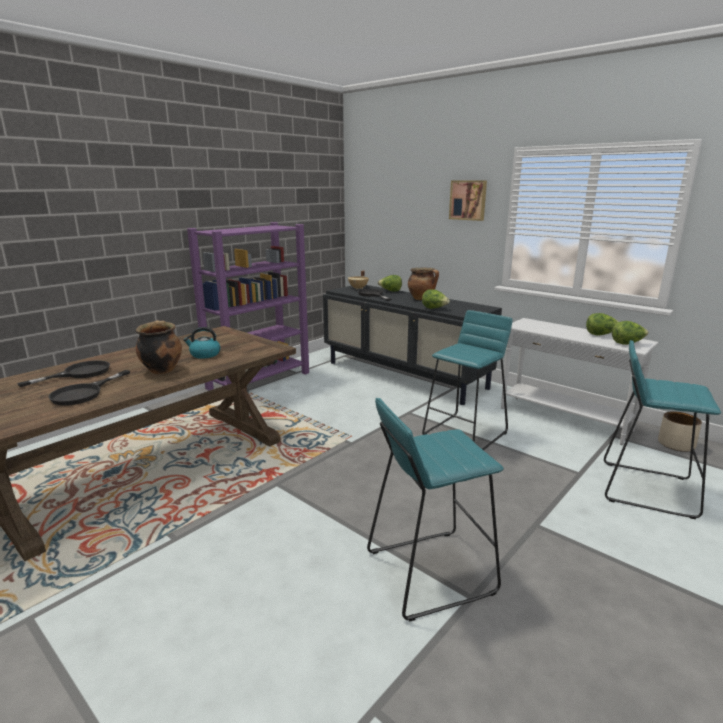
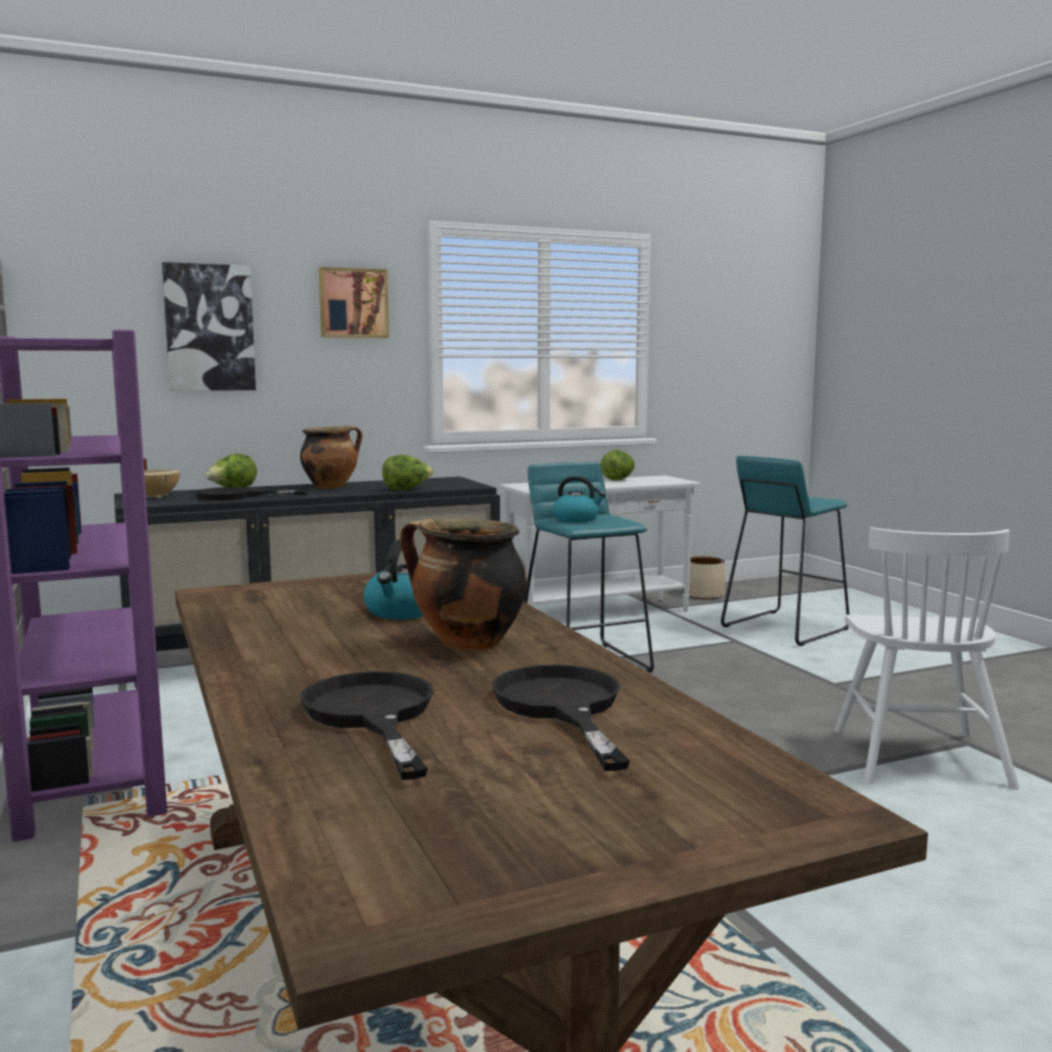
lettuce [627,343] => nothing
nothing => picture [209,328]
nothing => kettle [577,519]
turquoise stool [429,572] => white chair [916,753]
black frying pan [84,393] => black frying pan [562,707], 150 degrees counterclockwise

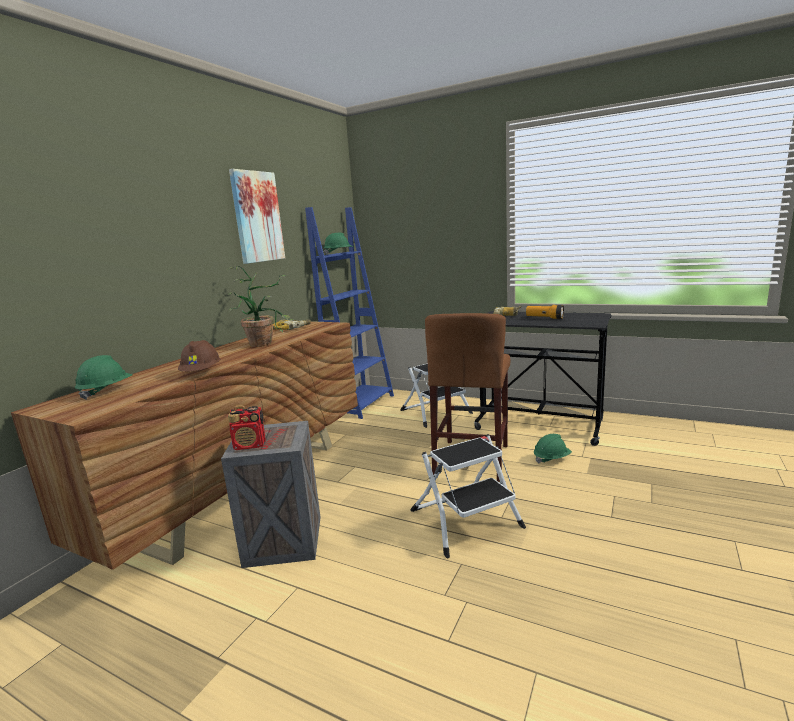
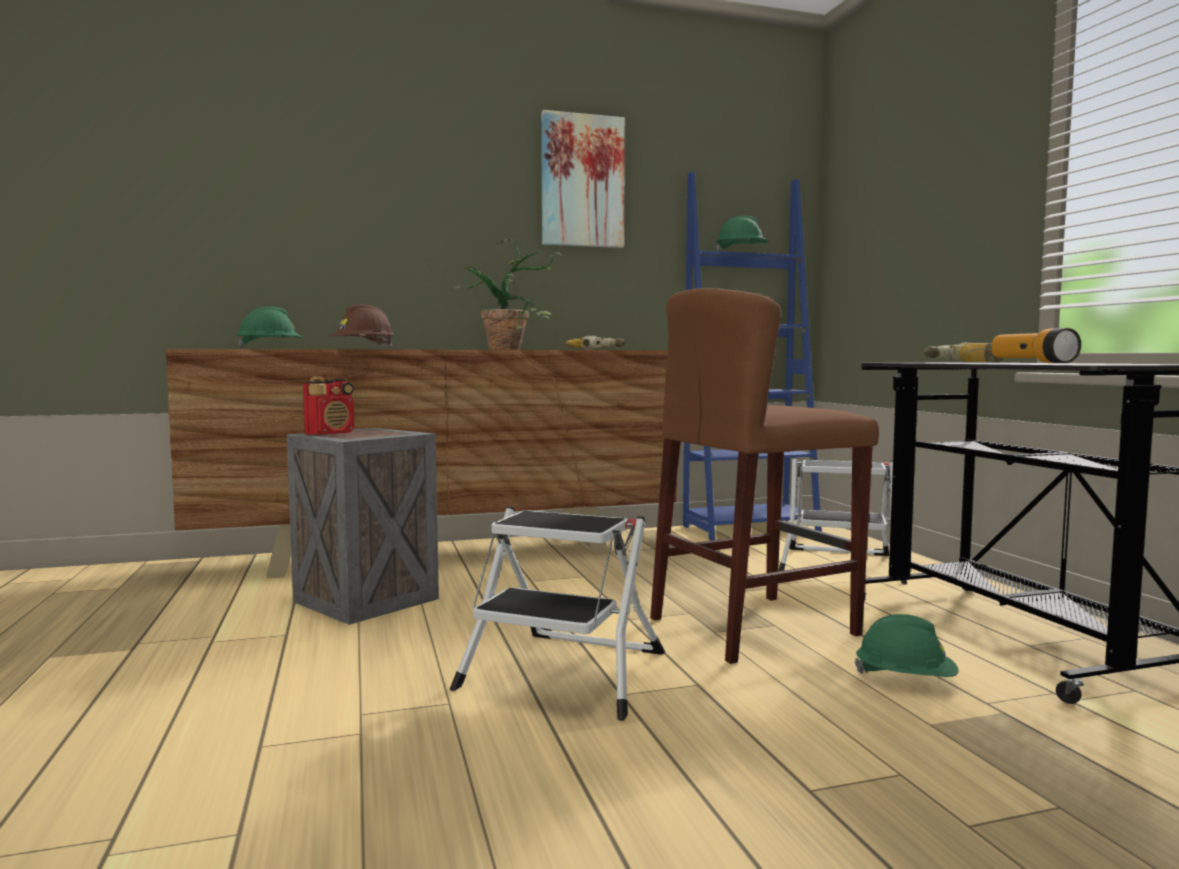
radio [250,445] => radio [331,433], 90 degrees counterclockwise

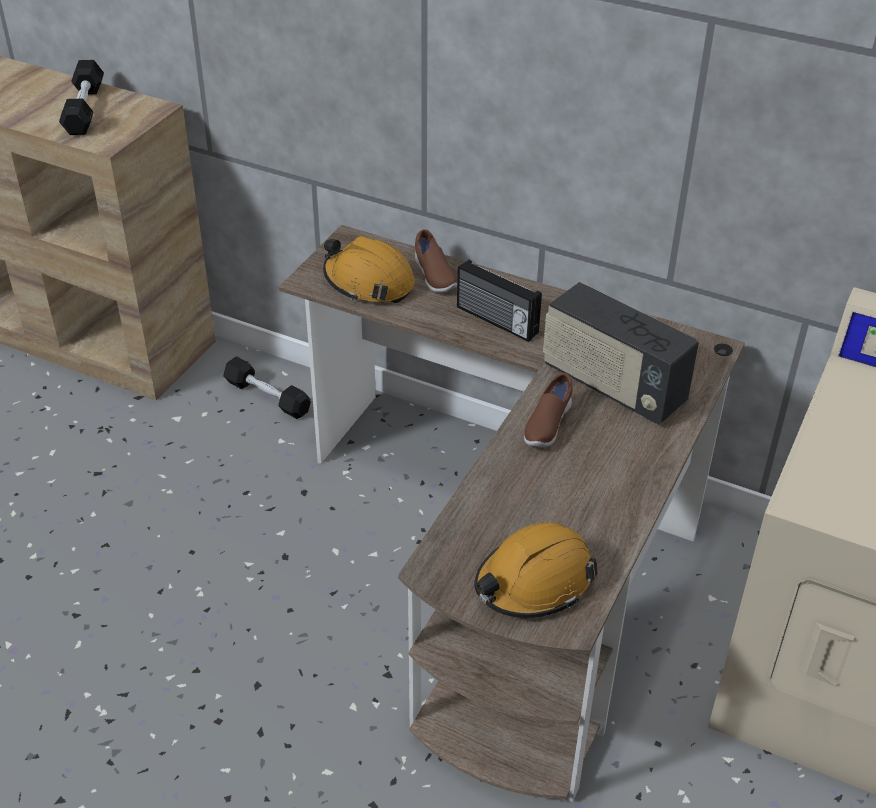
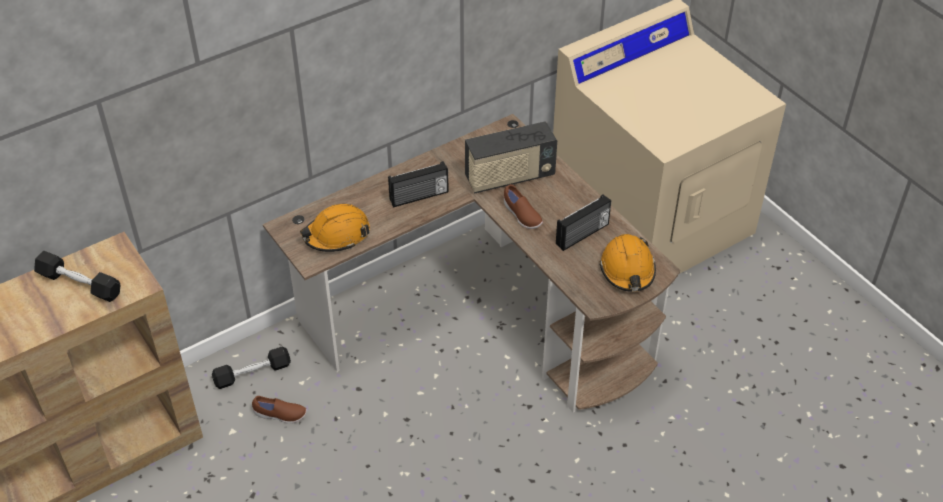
nothing => radio [583,235]
brown shoe [434,276] => brown shoe [280,415], shifted

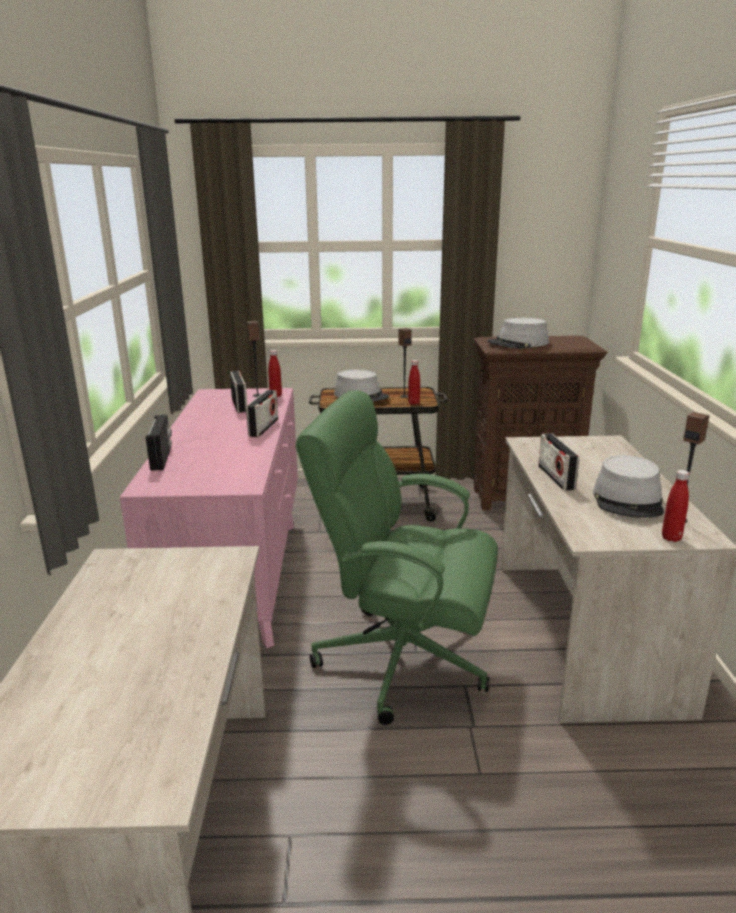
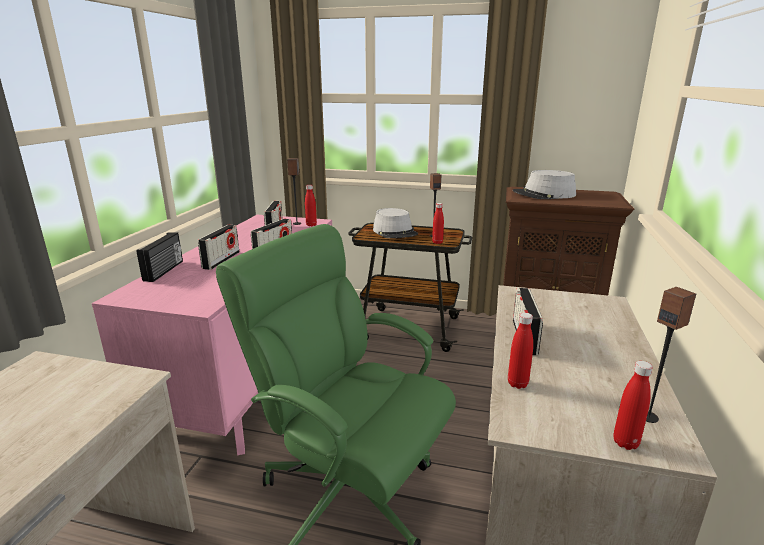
grey hat [628,500] => nothing
nothing => radio [221,260]
nothing => red bottle [517,384]

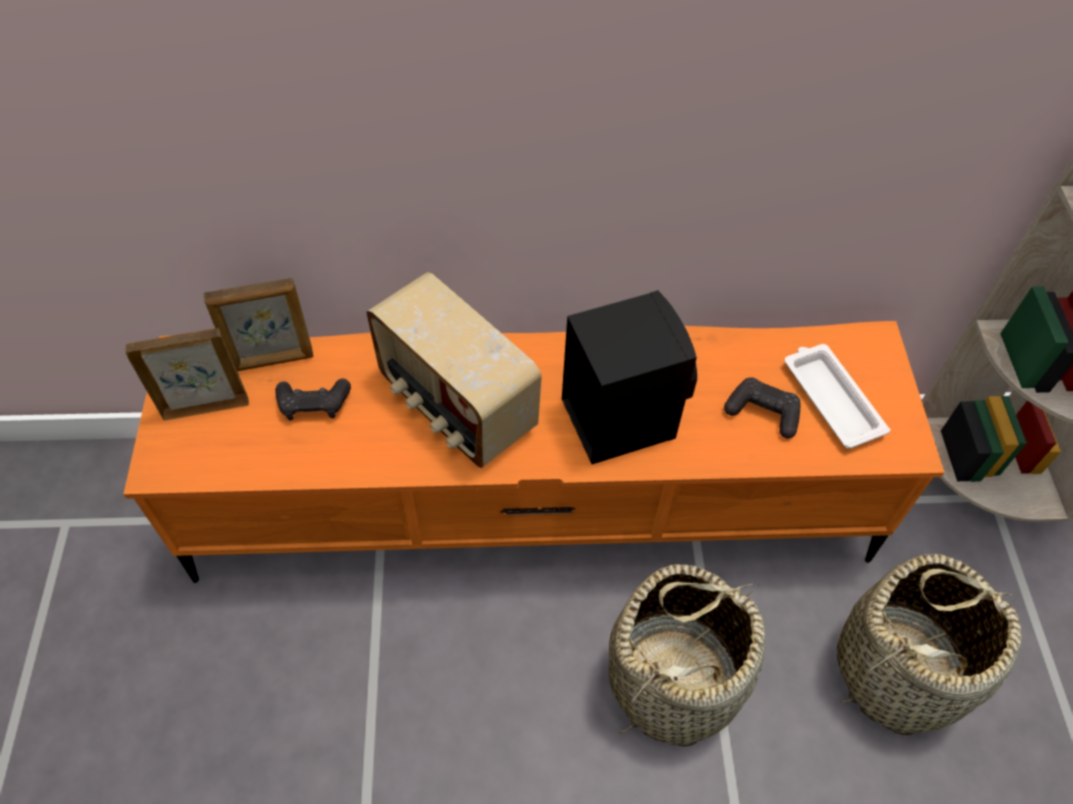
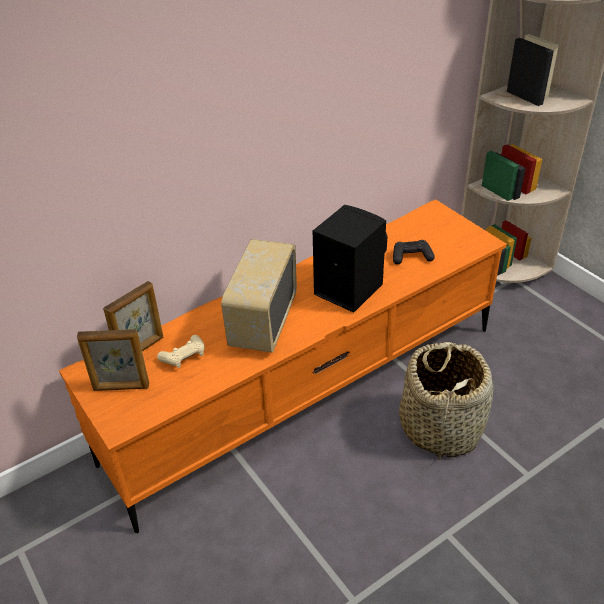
white tray [831,398] => nothing
basket [900,669] => nothing
black game controller [314,404] => beige game controller [184,357]
picture frame [206,407] => picture frame [121,387], 135 degrees counterclockwise
radio [455,406] => radio [262,322], 90 degrees clockwise

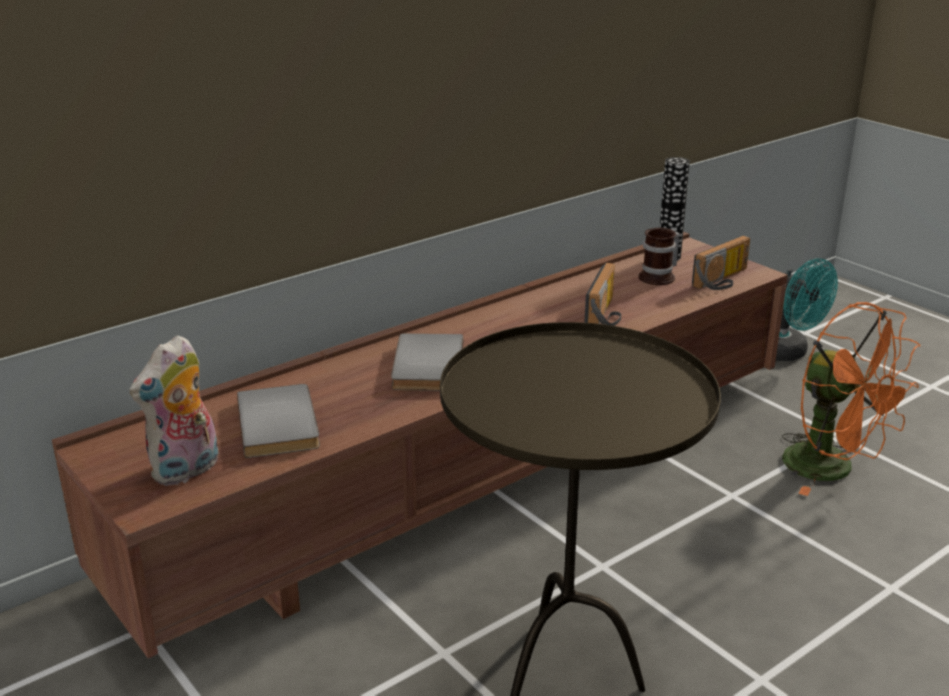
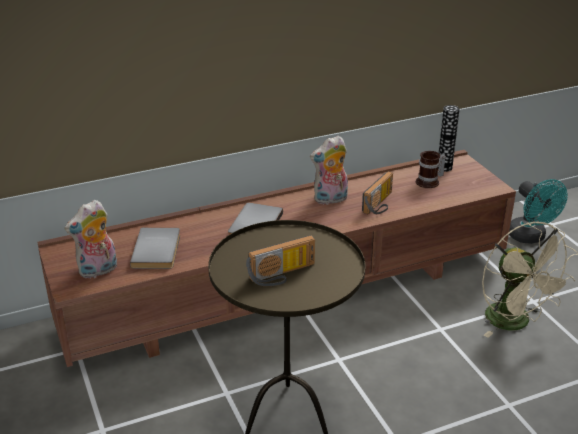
nothing => plush toy [330,200]
radio [724,280] => radio [282,275], shifted
orange fan [832,470] => beige fan [515,323]

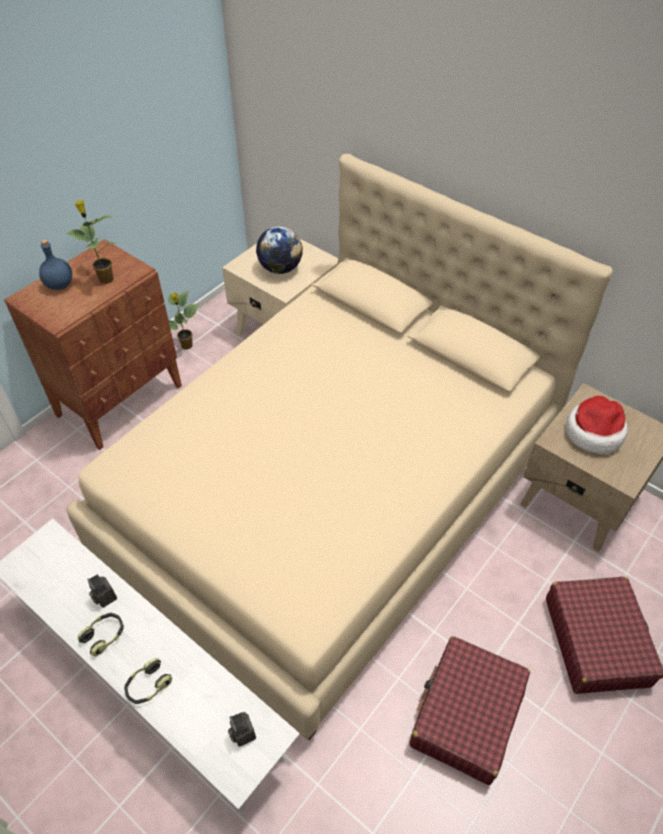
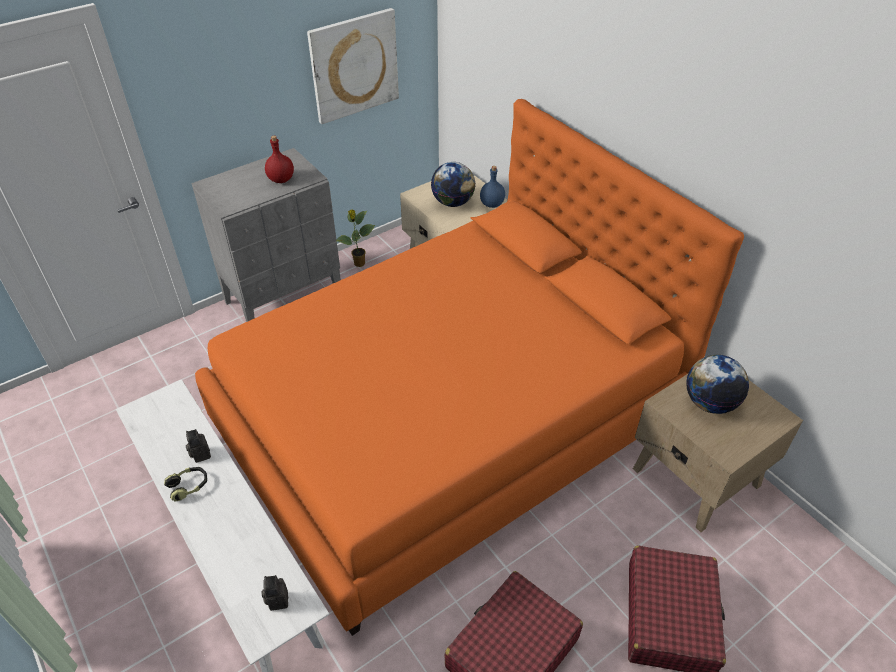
headphones [148,686] => nothing
nothing => picture [354,65]
blue bottle [60,285] => blue bottle [492,204], shifted
potted plant [105,279] => red bottle [281,180]
hat [593,432] => globe [709,402]
brown dresser [122,401] => grey dresser [286,301]
beige bed [332,494] => orange bed [449,420]

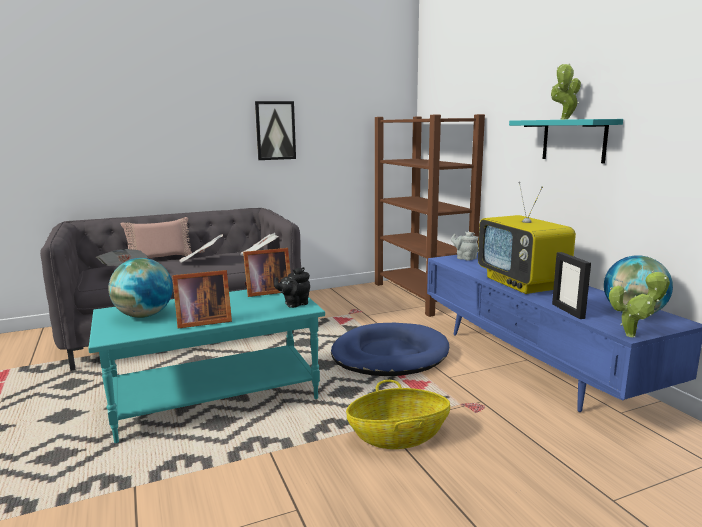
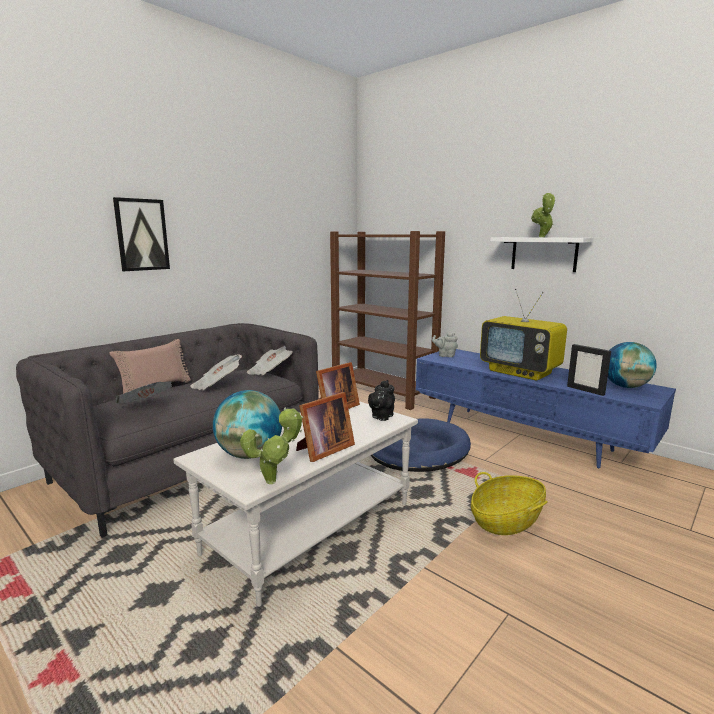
picture [275,130] => picture [141,235], shifted
potted plant [633,335] => potted plant [275,480], shifted
turquoise coffee table [216,397] => white coffee table [310,526]
turquoise shelf [574,140] => white shelf [544,254]

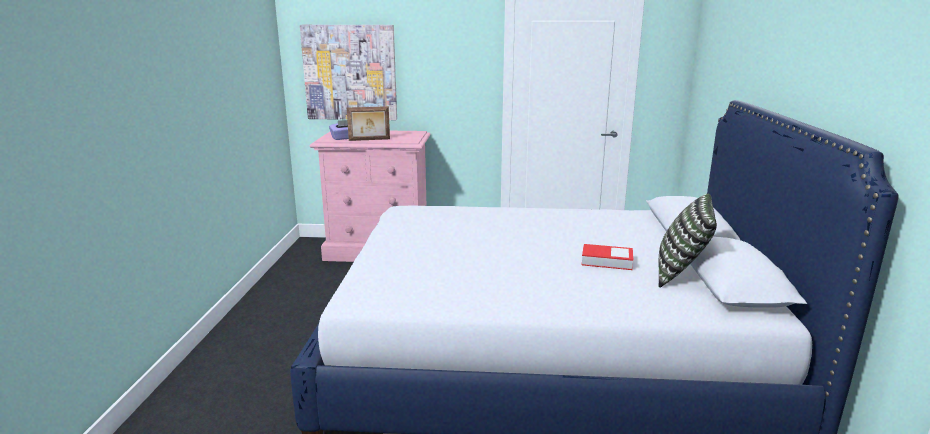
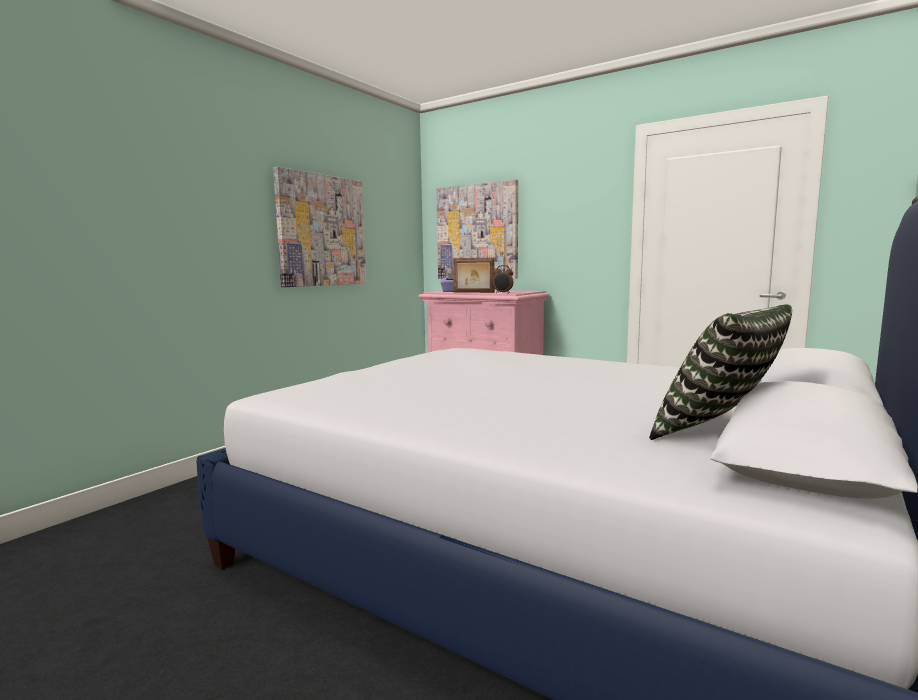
book [606,261] => nothing
nothing => picture [321,231]
nothing => alarm clock [503,293]

